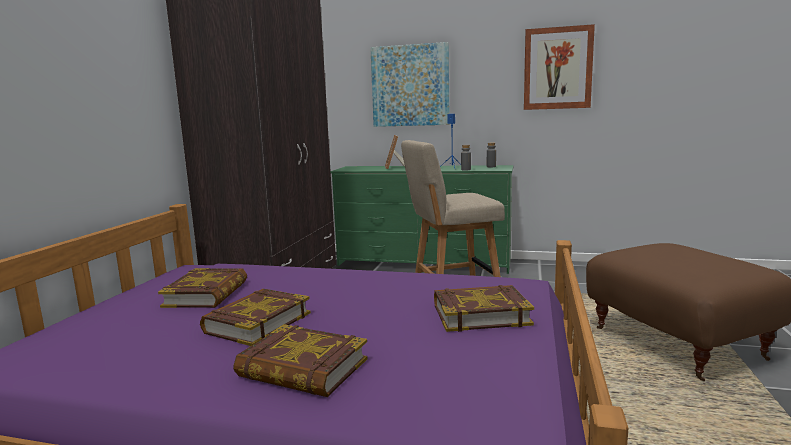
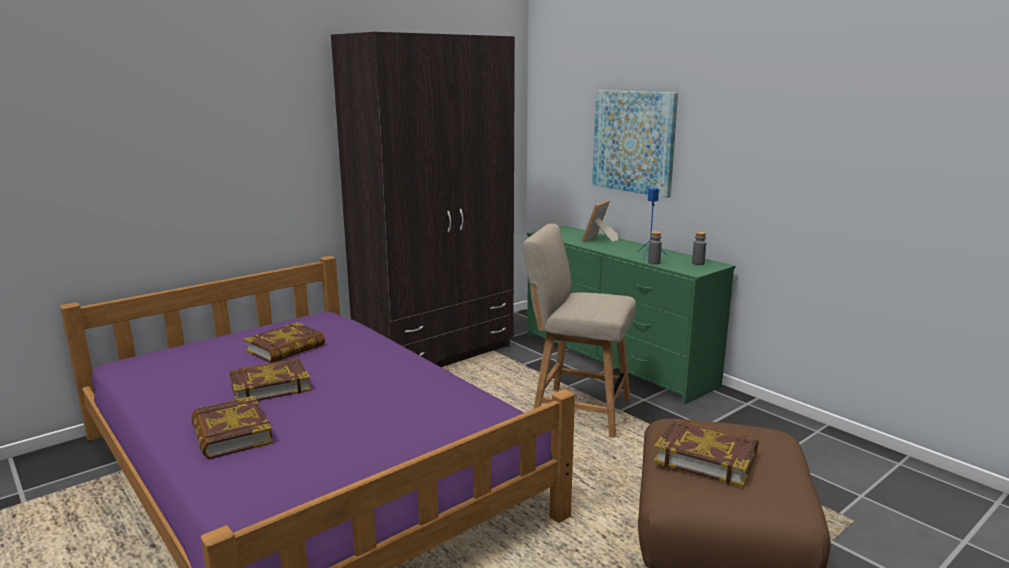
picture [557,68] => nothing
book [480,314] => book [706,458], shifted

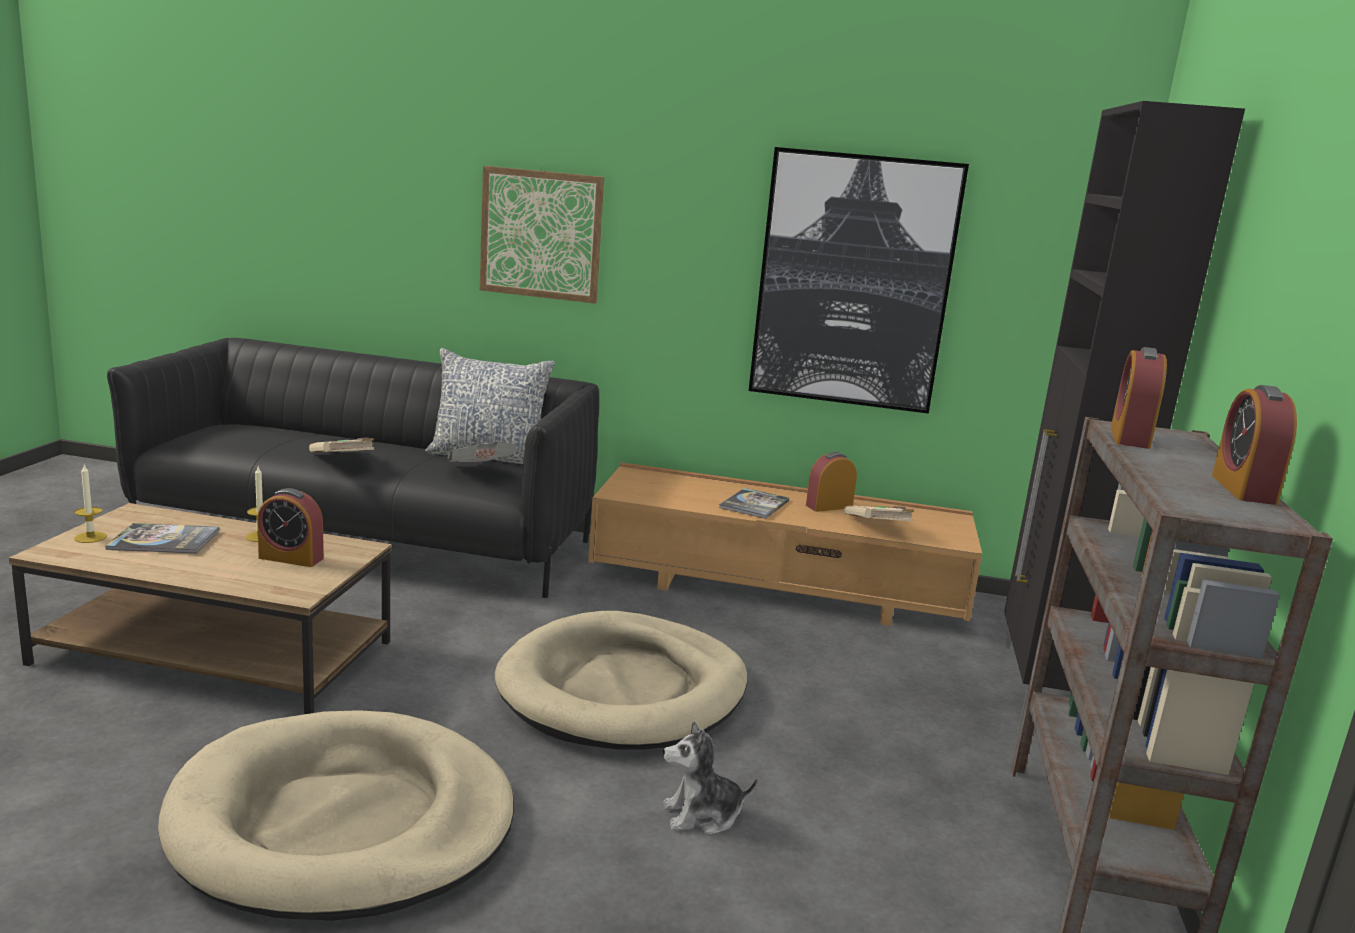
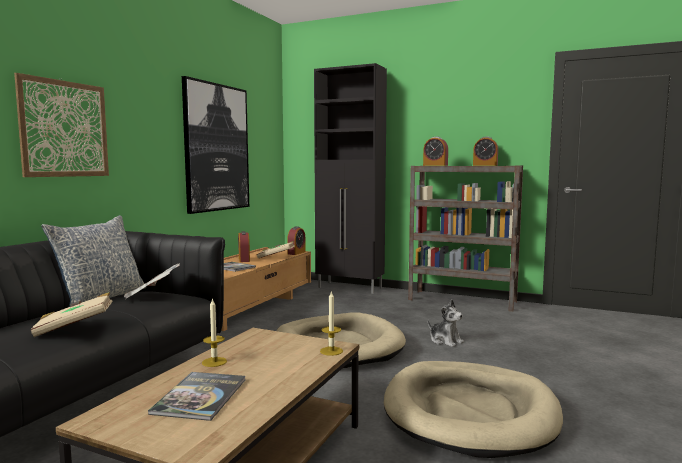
candle [90,537] => candle [331,351], shifted
alarm clock [291,558] => alarm clock [296,253], shifted
plush toy [702,816] => plush toy [445,341], 45 degrees counterclockwise

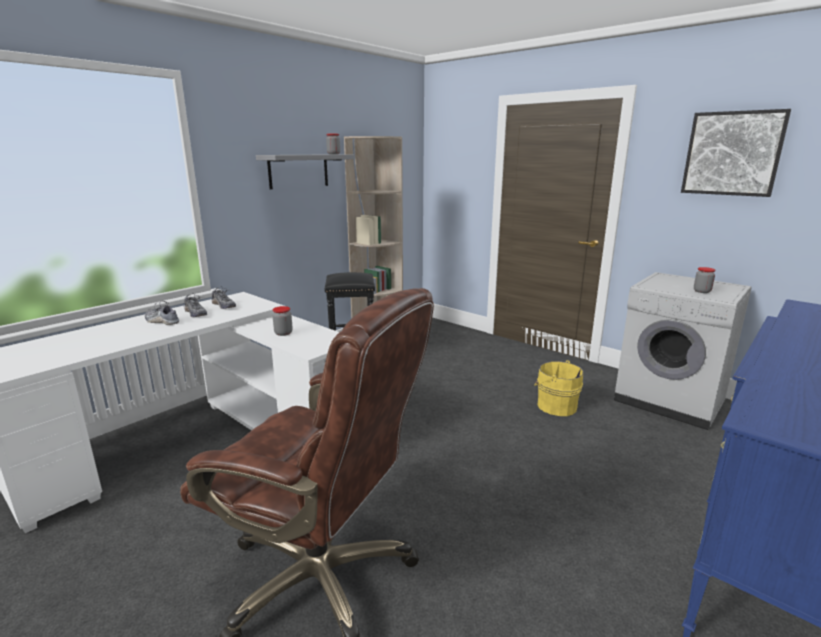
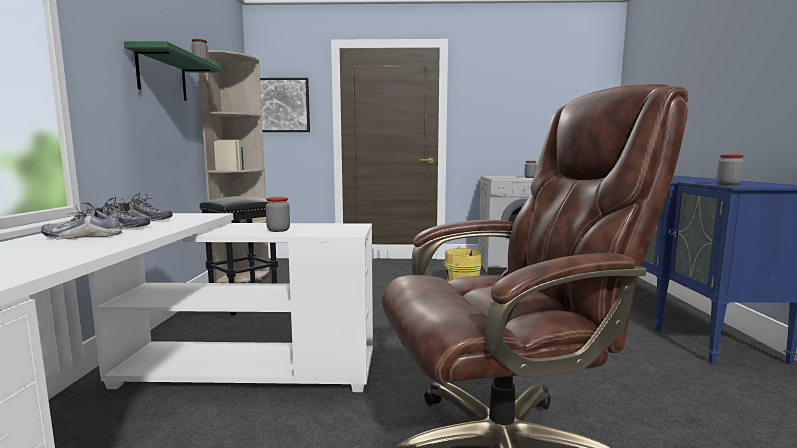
nothing => jar [728,184]
picture [732,153] => picture [283,105], shifted
grey shelf [298,171] => green shelf [162,75]

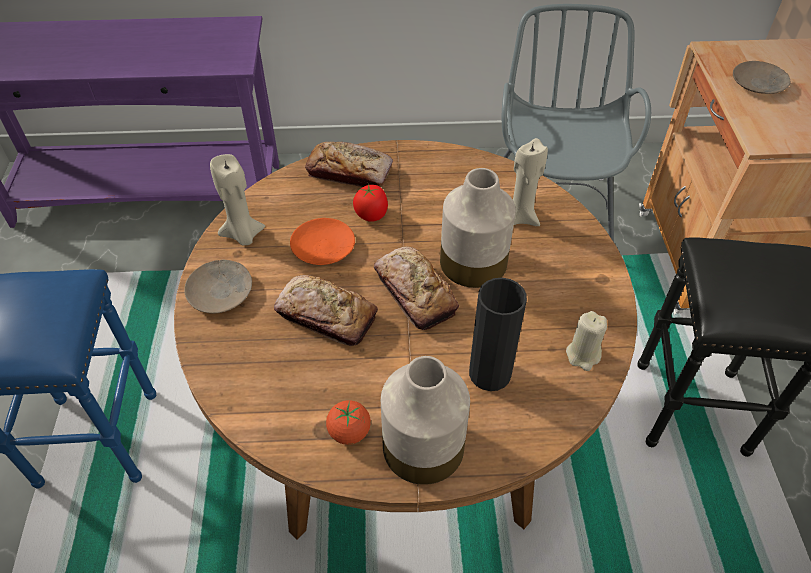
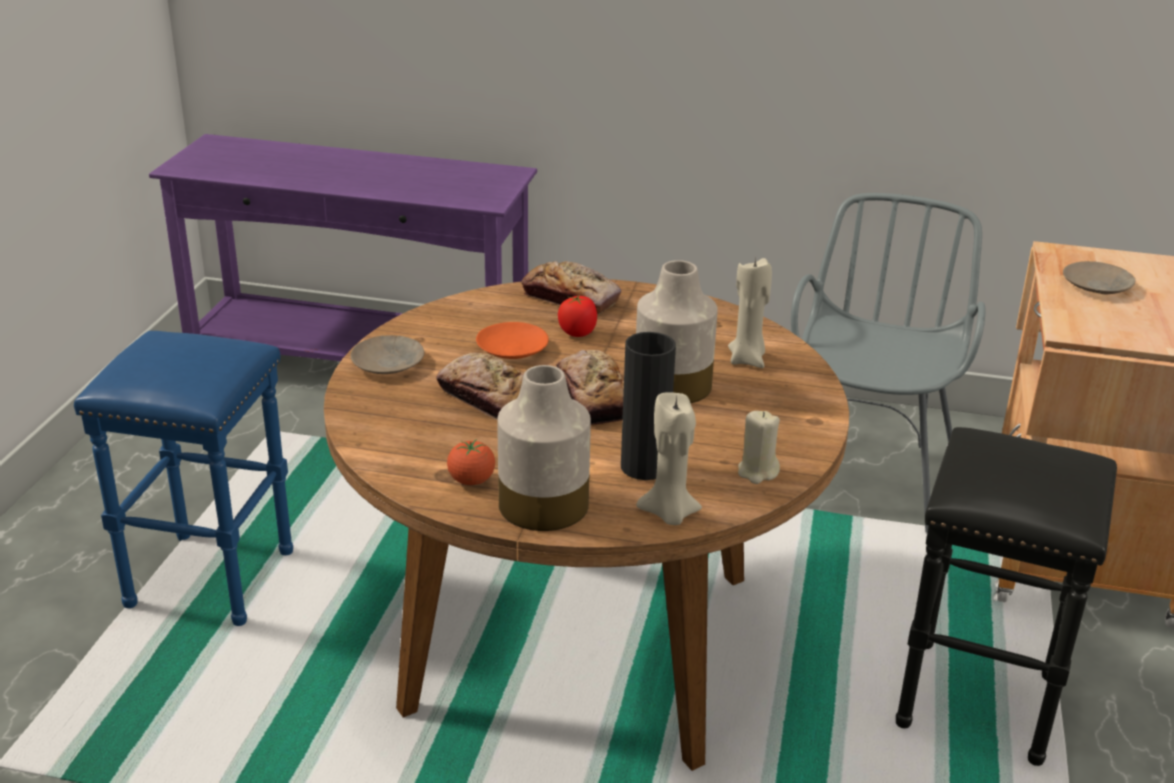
beige candle [243,235] => beige candle [669,514], shifted

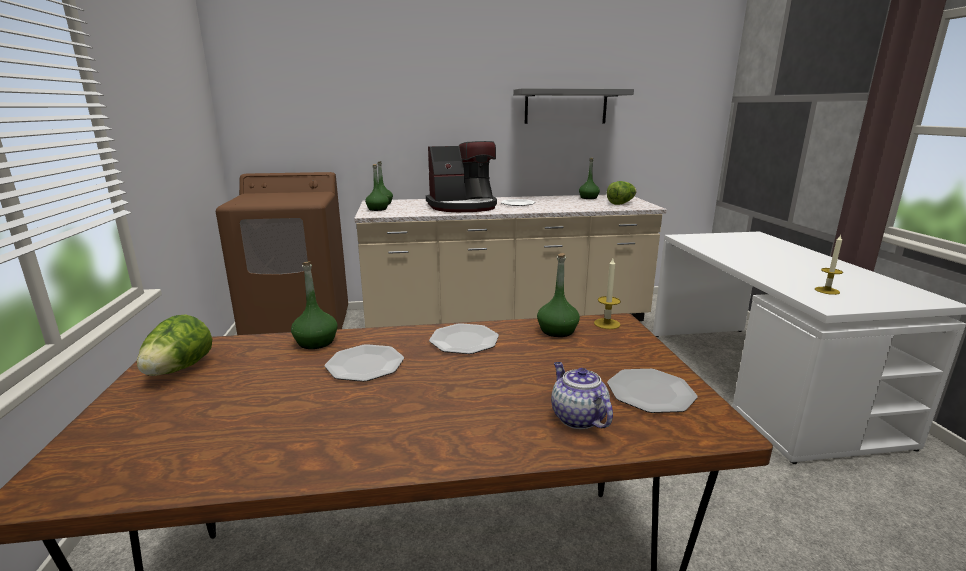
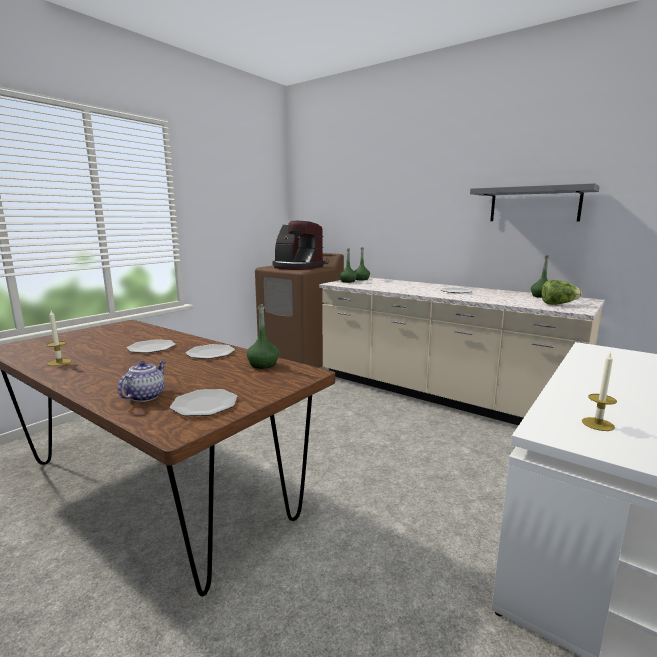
lettuce [178,370] => nothing
green bottle [316,342] => nothing
coffee machine [463,206] => coffee machine [297,267], shifted
candle [607,323] => candle [59,362], shifted

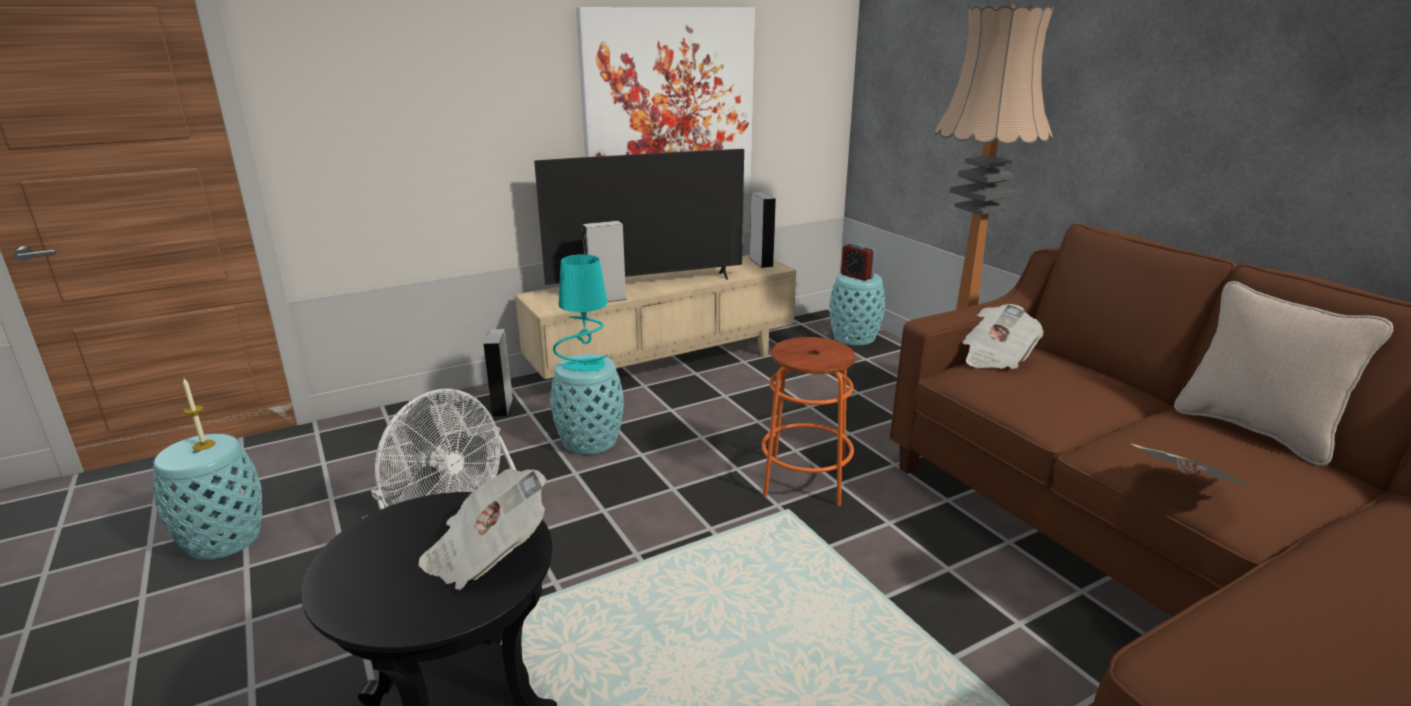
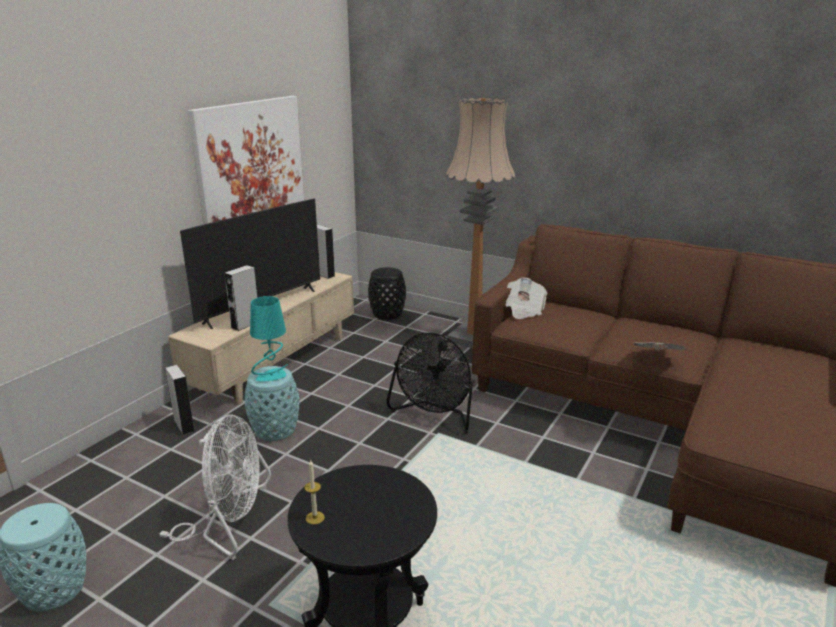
newspaper [487,554] => nothing
alarm clock [857,276] => nothing
beige pillow [1254,430] => nothing
candle [204,445] => candle [315,518], shifted
orange stool [805,480] => black fan [433,413]
turquoise stool [854,337] => black stool [387,314]

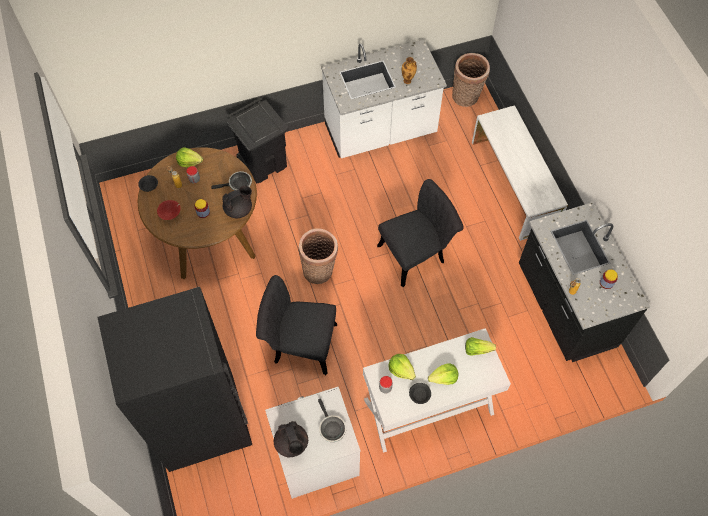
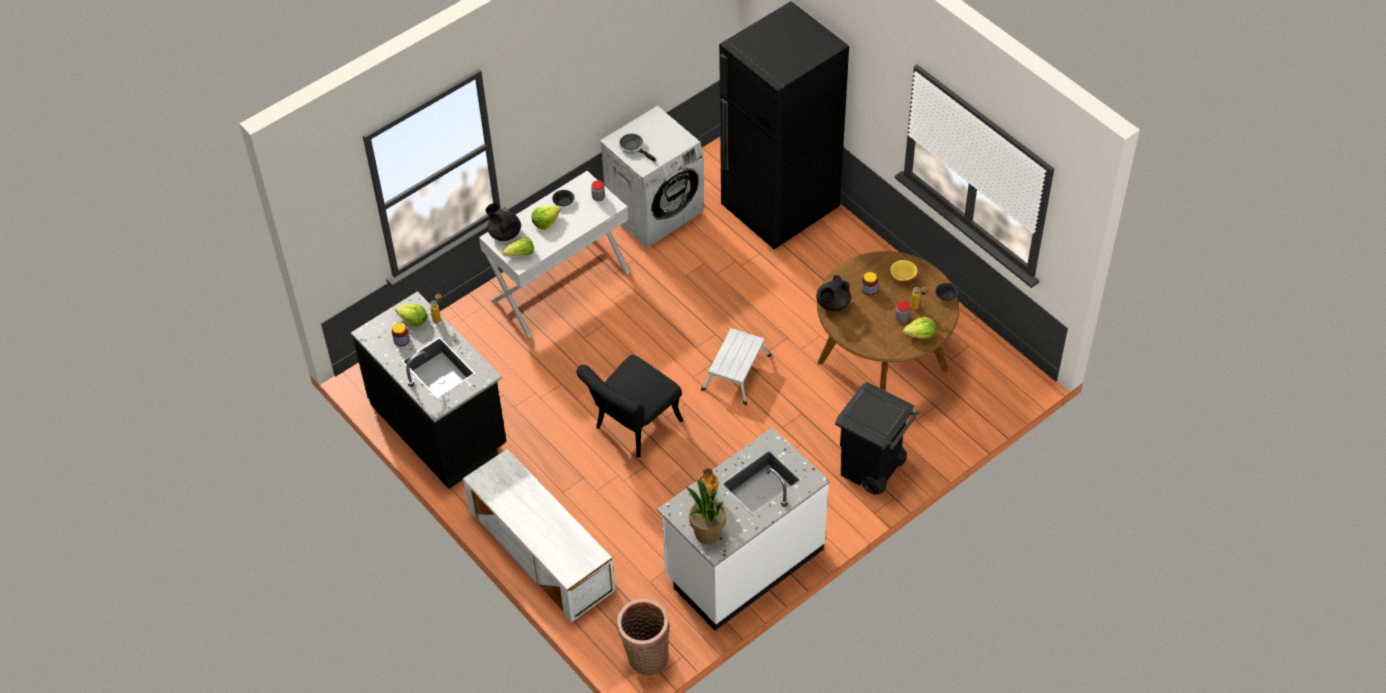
frying pan [238,184] => nothing
black chair [299,343] => nothing
nothing => potted plant [707,534]
black teapot [292,444] => black teapot [504,233], shifted
lettuce [401,369] => lettuce [413,320], shifted
basket [320,270] => white step ladder [736,372]
red bowl [170,214] => yellow bowl [902,277]

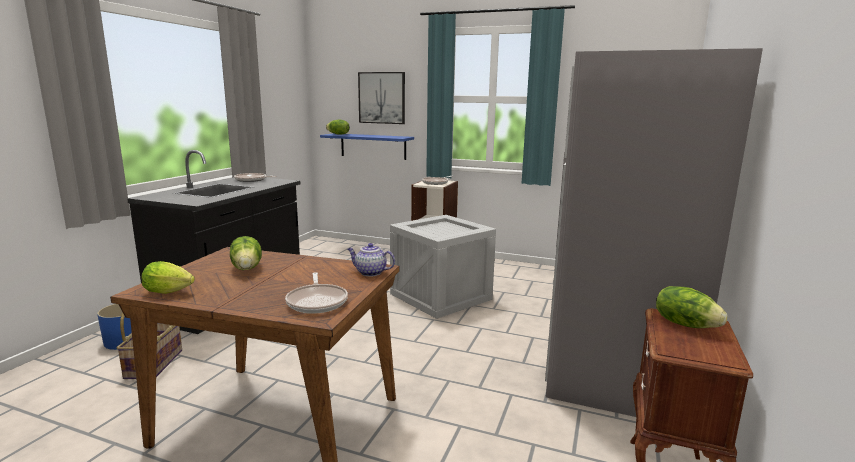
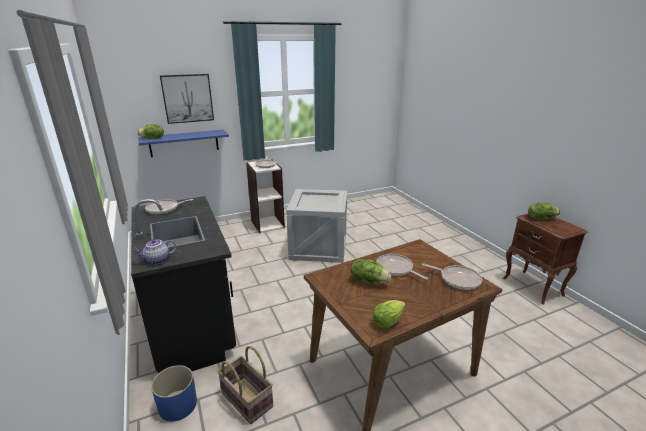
grey fridge [615,365] => nothing
nothing => frying pan [396,269]
teapot [370,273] => teapot [157,260], shifted

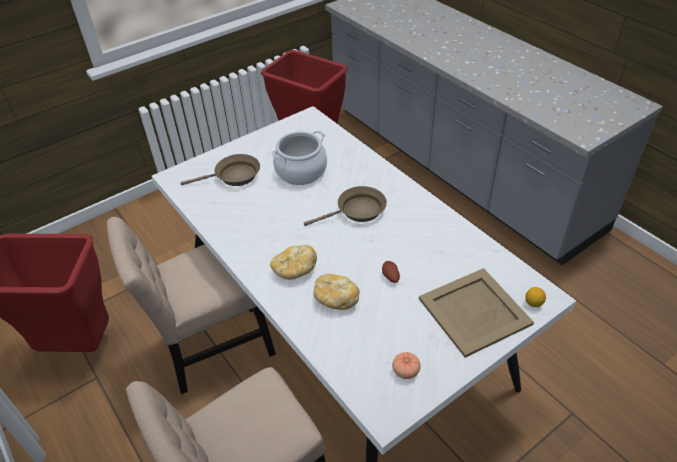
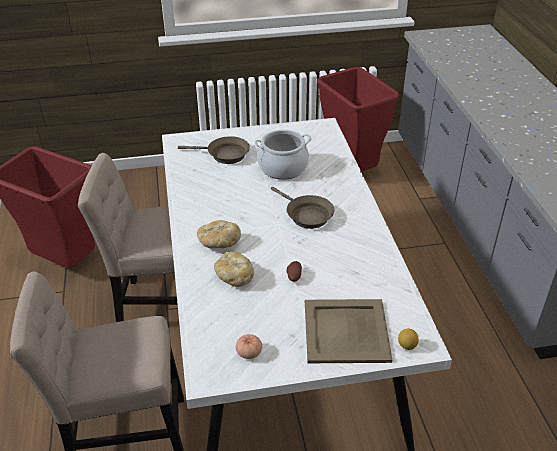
brown frying pan [357,211] => brown frying pan [306,215], 45 degrees clockwise

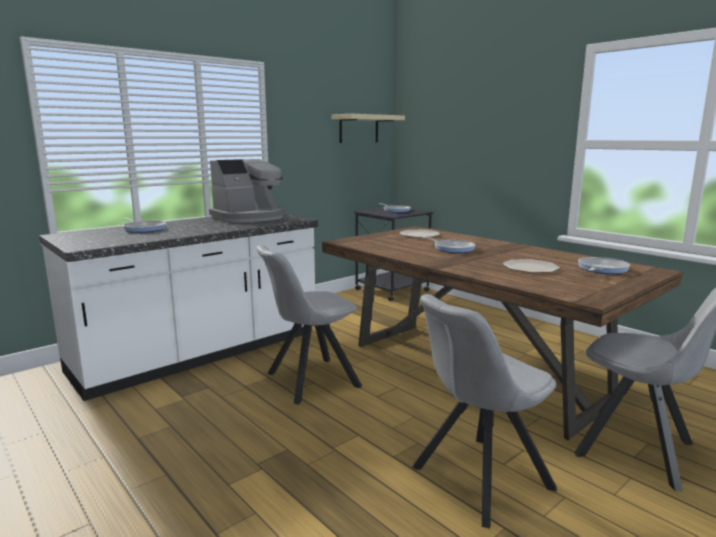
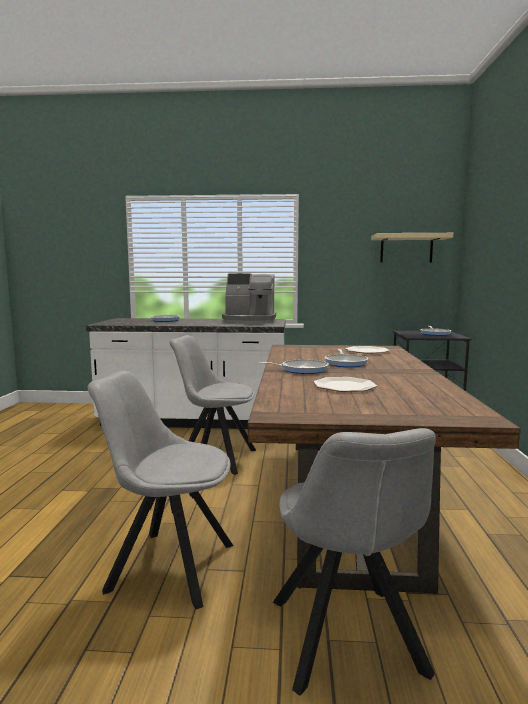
frying pan [601,269] => frying pan [302,370], shifted

